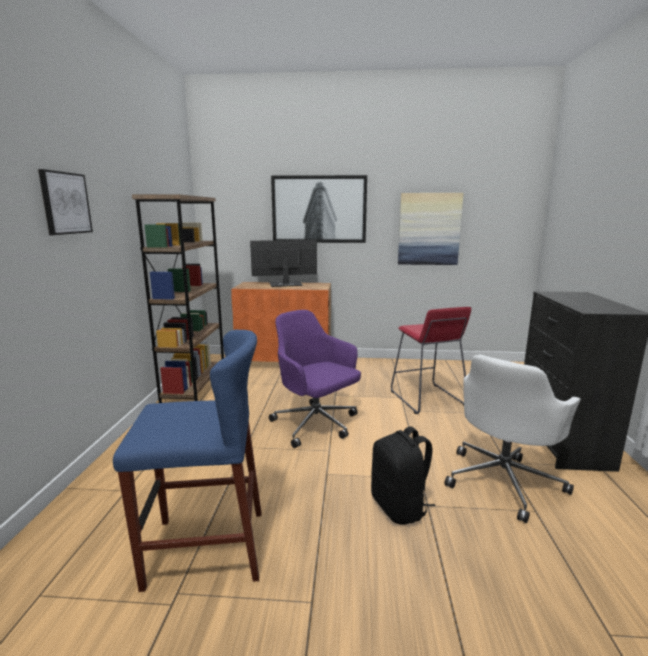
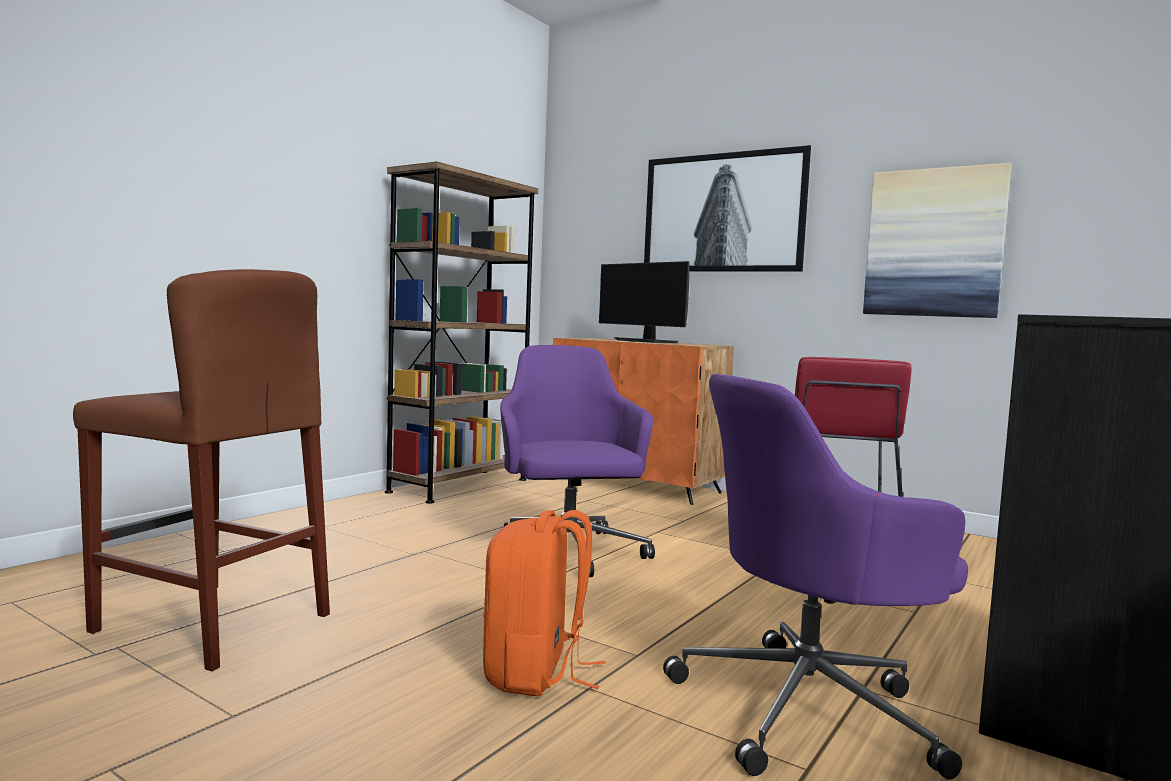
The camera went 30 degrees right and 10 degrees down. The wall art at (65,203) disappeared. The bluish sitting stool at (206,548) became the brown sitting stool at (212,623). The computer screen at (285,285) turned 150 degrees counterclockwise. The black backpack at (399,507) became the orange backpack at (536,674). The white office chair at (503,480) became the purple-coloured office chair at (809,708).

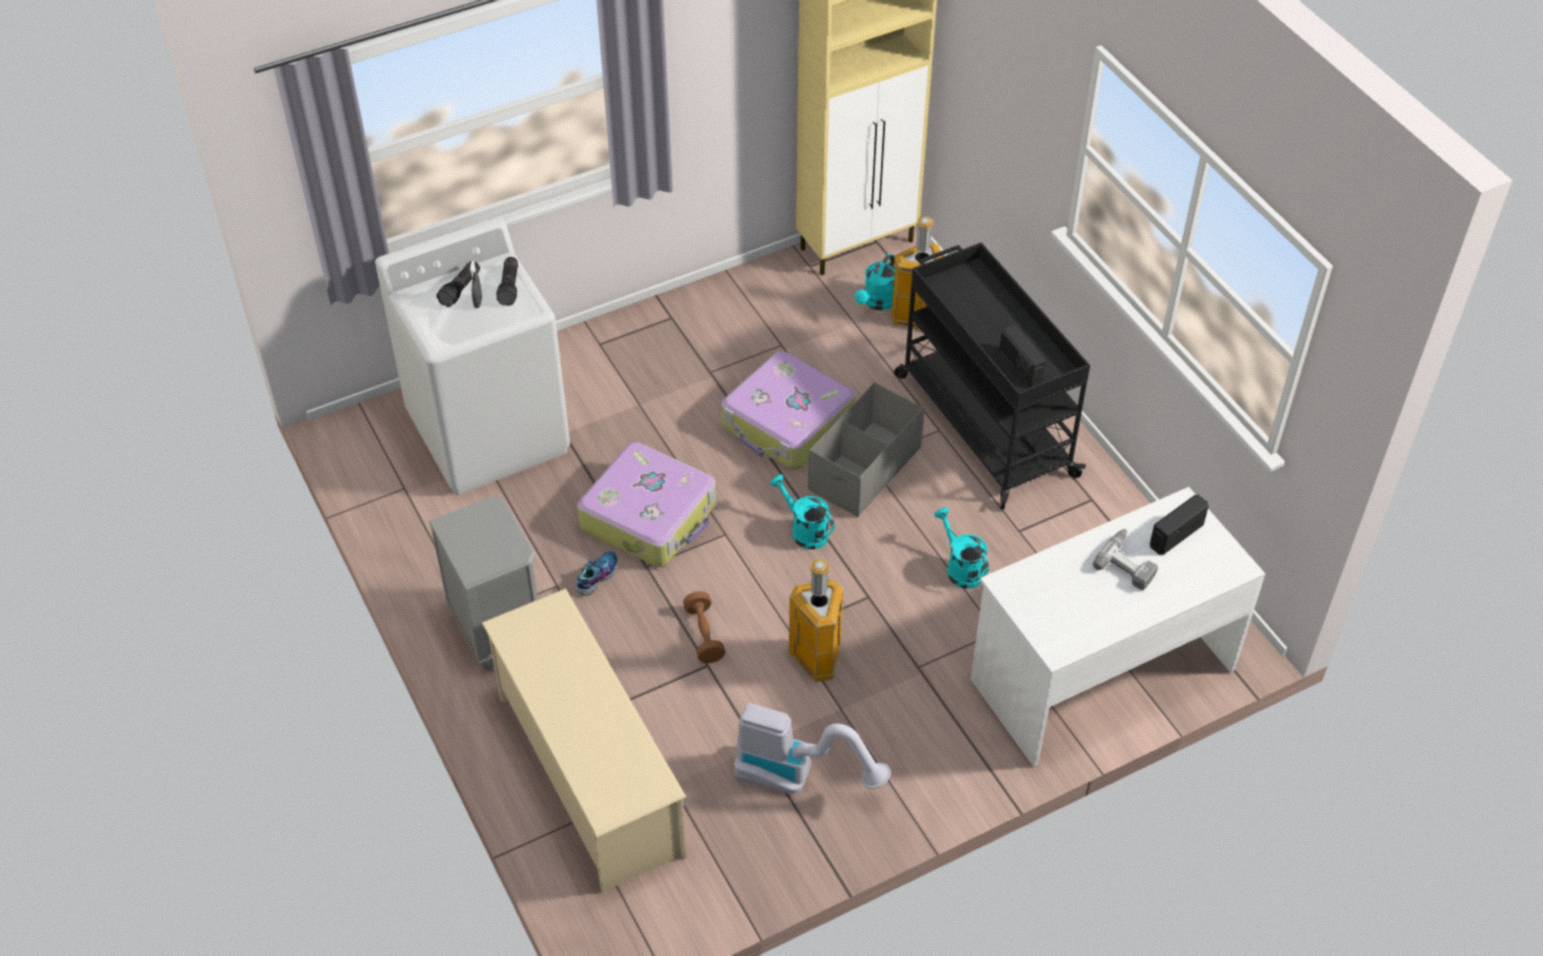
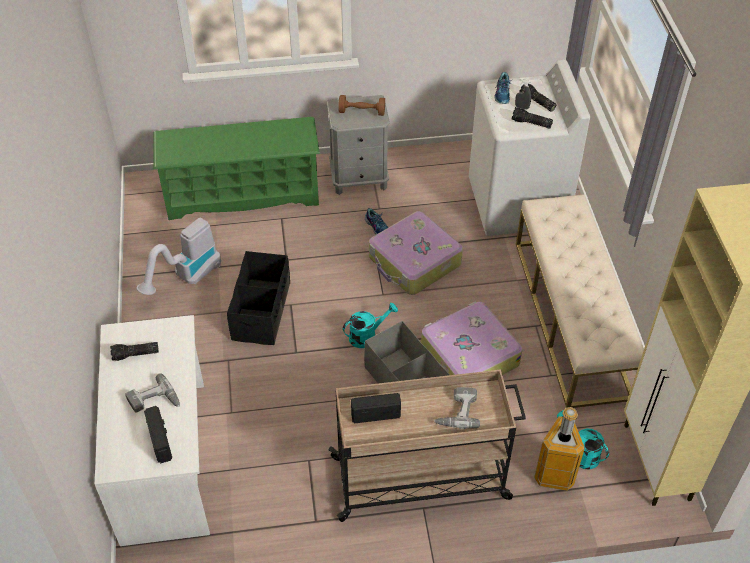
The camera went 110 degrees right and 0 degrees up. The beige shoe stand at (589,774) became the green-coloured shoe stand at (243,194). The brown hand weight moved from (704,635) to (362,112). The trash can at (817,659) was replaced by the black storage box at (262,311). The black cart at (983,423) became the beige cart at (422,478). The blue-green sprinkling can at (960,567) disappeared. The flashlight at (135,355) appeared. The drill at (456,411) appeared. The shoe at (503,94) appeared. The beige bench at (571,318) appeared.

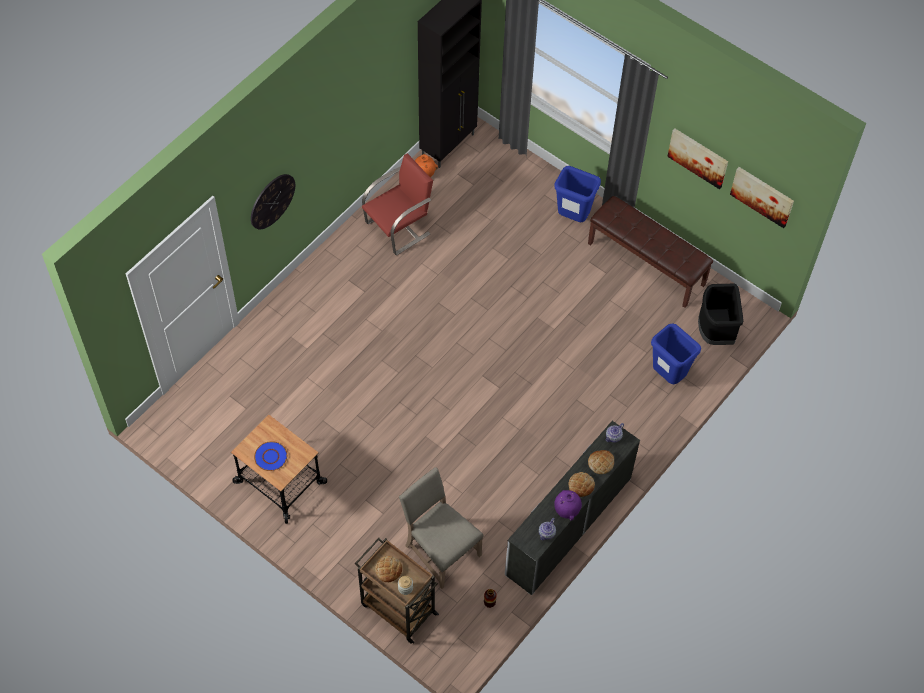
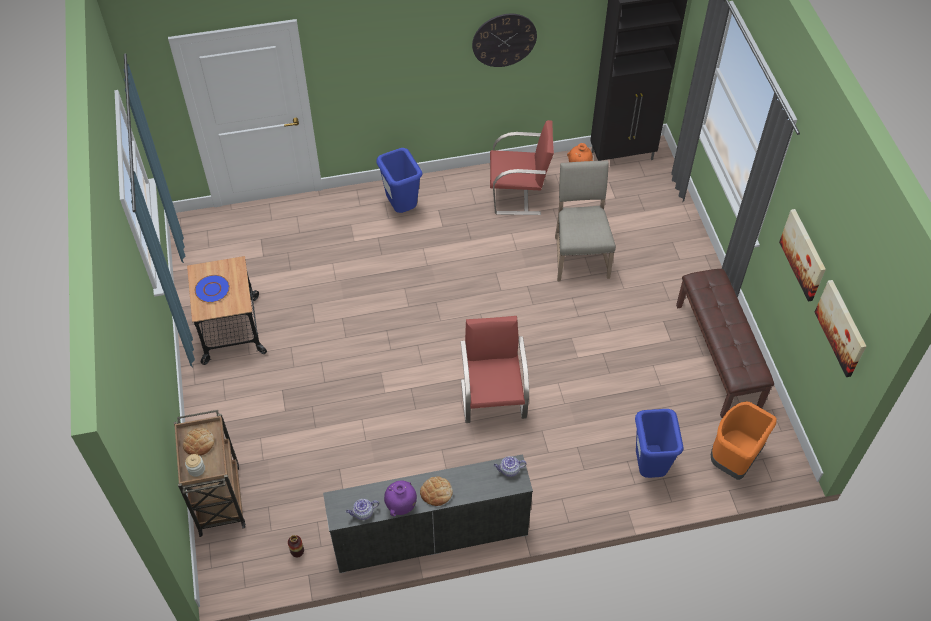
The camera went 40 degrees right and 5 degrees down. The wall clock moved from (272,201) to (504,40). The beige plain chair moved from (440,550) to (579,255). The bluish trash can moved from (572,217) to (401,208). The baked bread at (601,463) disappeared. The black trash can at (715,332) became the orange trash can at (733,459). The reddish plain chair at (493,398) appeared.

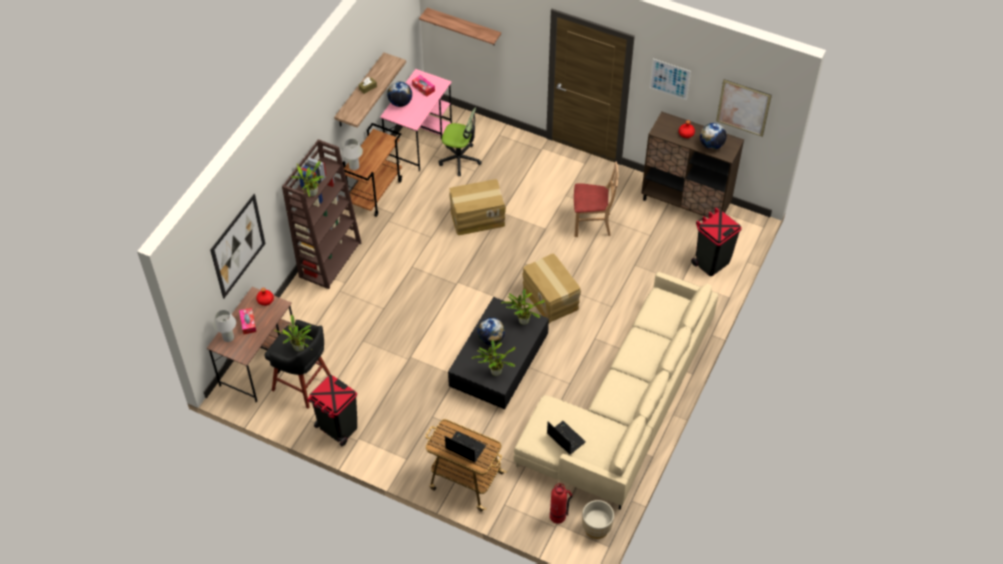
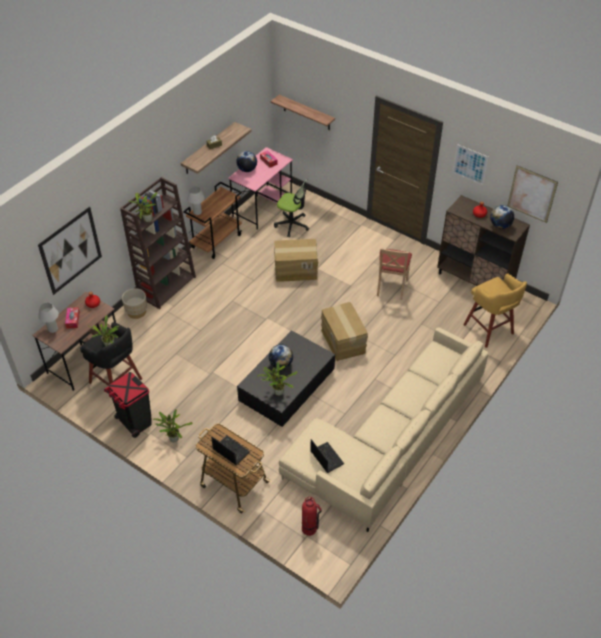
The camera went 10 degrees right and 5 degrees down. The plant in a pot moved from (522,320) to (173,438). The beige plain chair at (592,224) turned 90 degrees clockwise. The beige plant pot moved from (596,528) to (136,312). The black trash can at (711,262) was replaced by the yellowish sitting stool at (489,330).

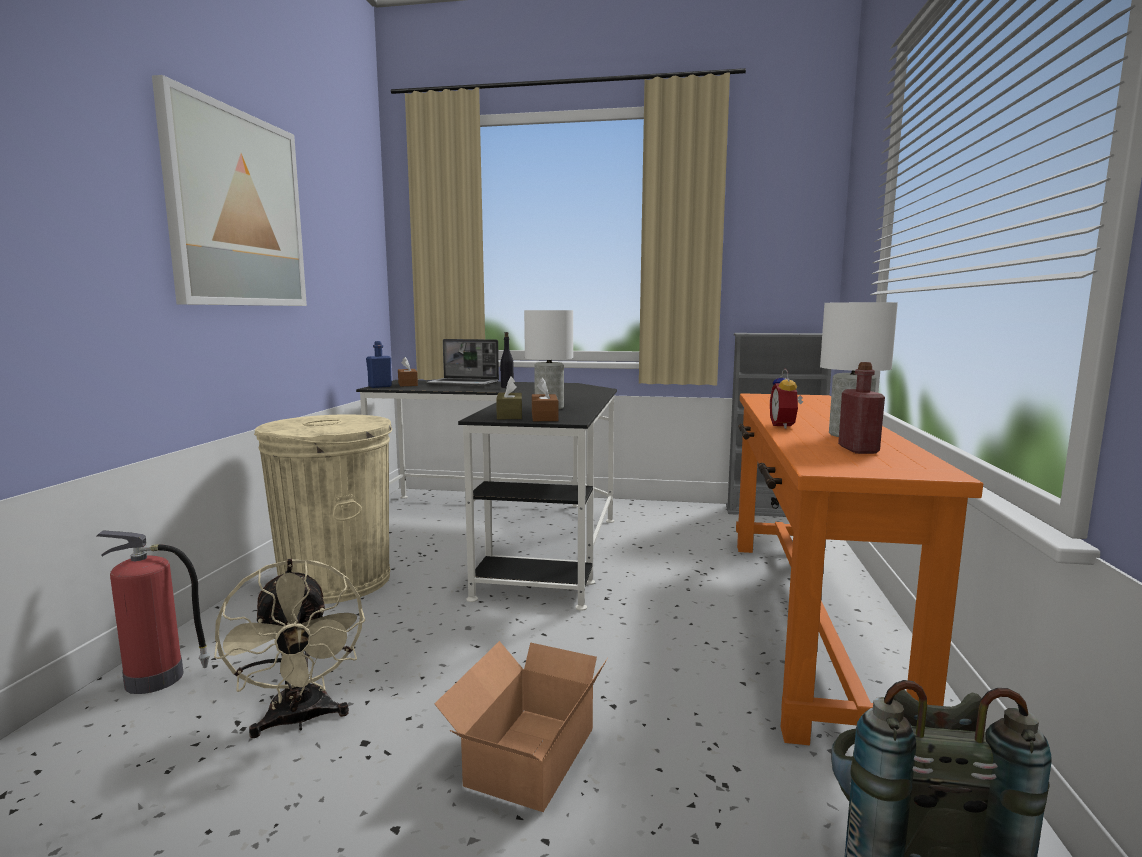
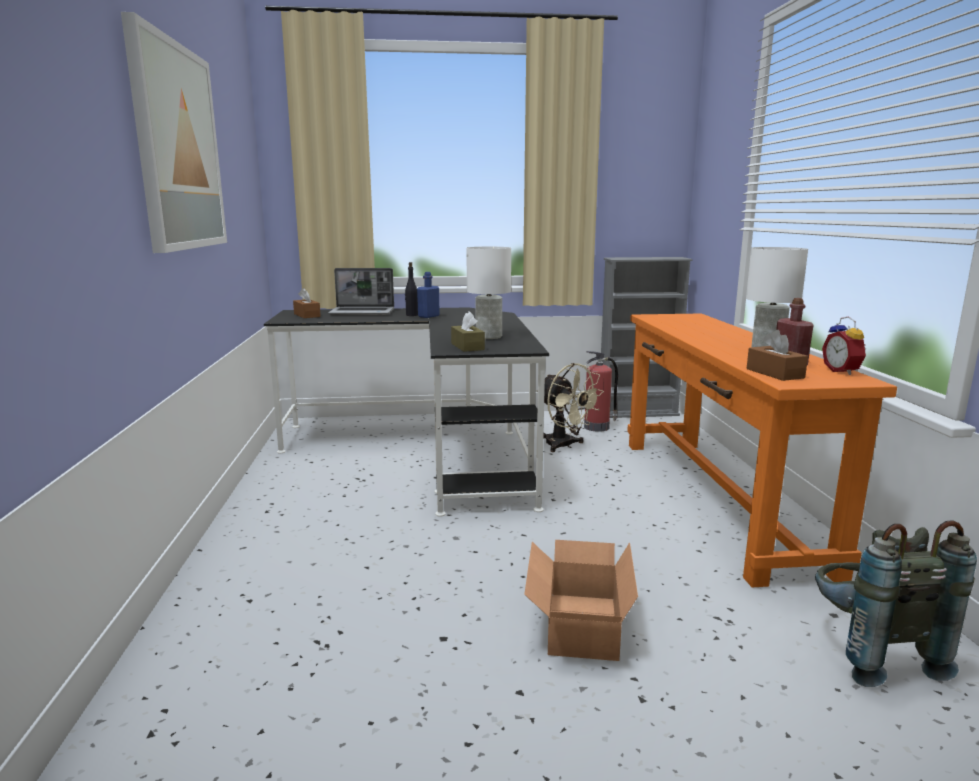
The camera went 15 degrees left and 5 degrees up. The extinguisher moved from (158,679) to (598,427). The beige fan moved from (300,720) to (564,446). The beige trash can at (336,580) disappeared. The bluish bottle moved from (380,386) to (428,316). The brown tissue box moved from (544,417) to (774,373). The alarm clock moved from (785,426) to (843,371).

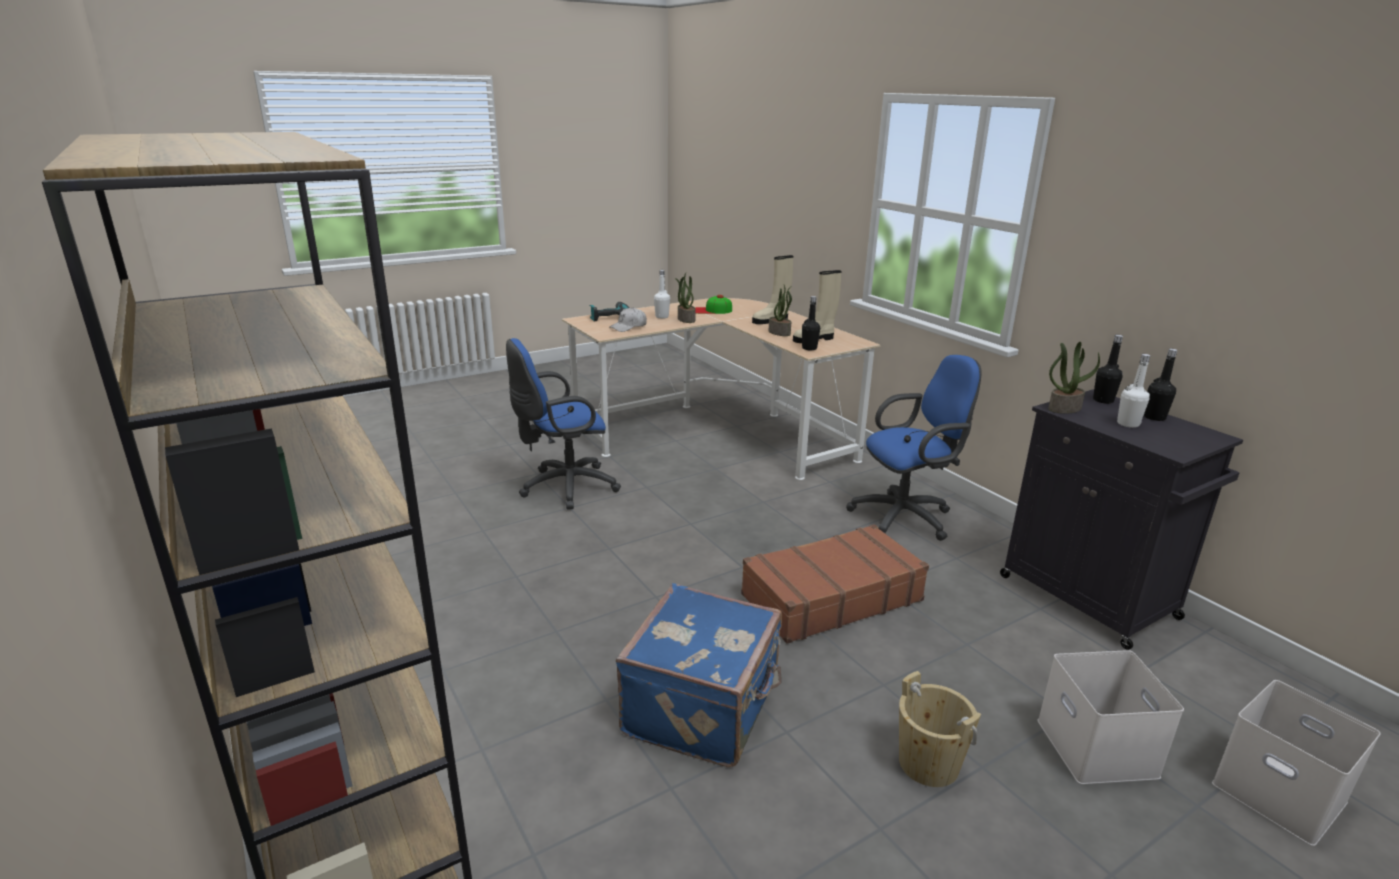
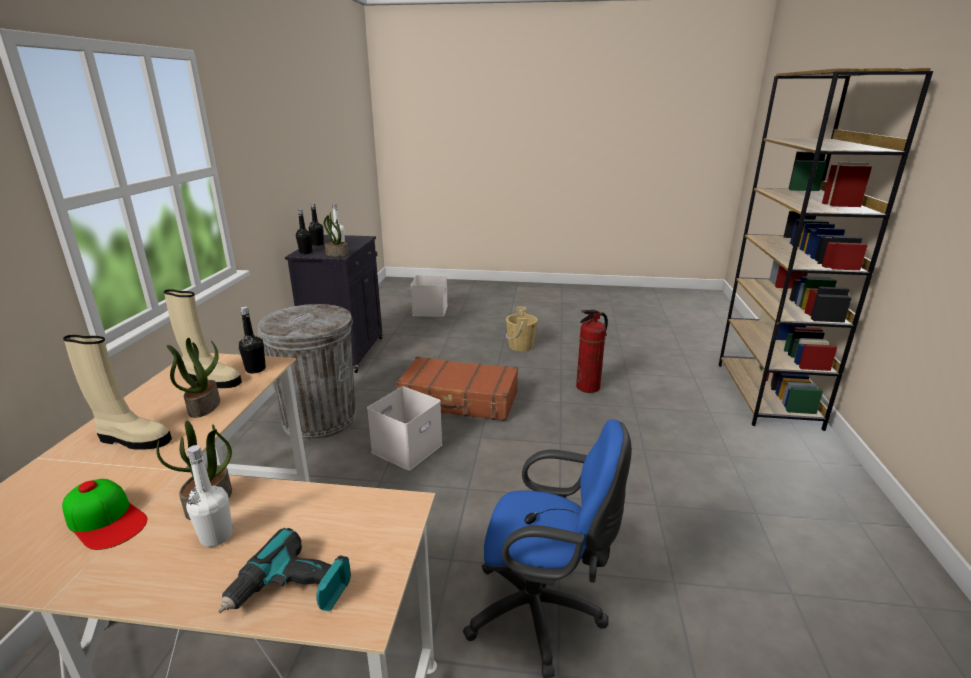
The camera went 140 degrees left and 0 degrees up. The white baseball cap at (628,327) disappeared. The bluish suitcase at (704,708) was replaced by the extinguisher at (588,387). The bluish office chair at (906,518) was replaced by the greyish trash can at (320,419). The white storage box moved from (1099,749) to (407,447).

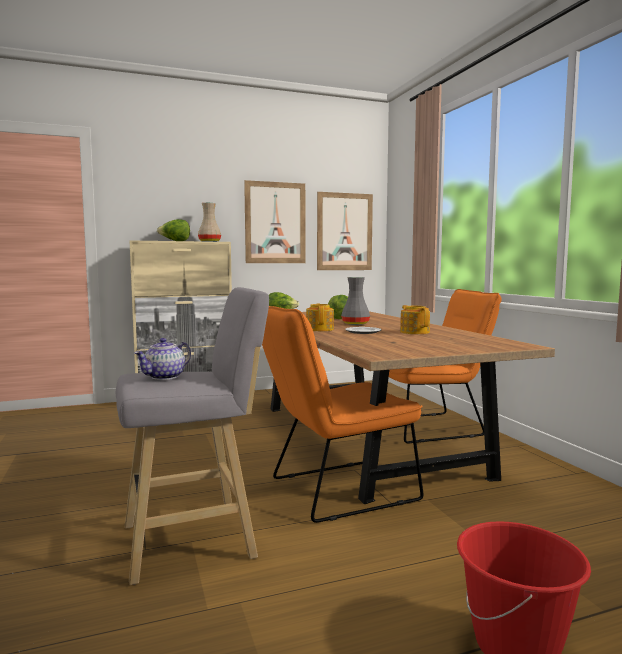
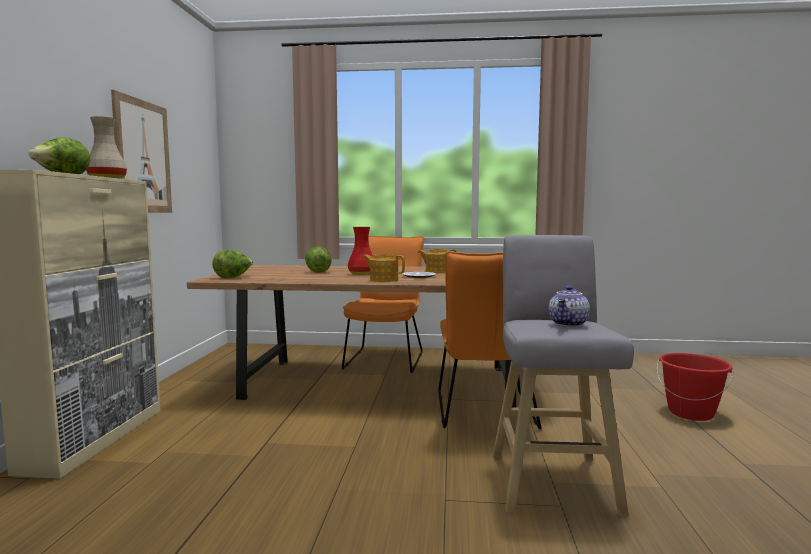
The camera went 65 degrees left and 0 degrees up. The tea pot at (165,377) turned 60 degrees clockwise. The wall art at (344,232) disappeared. The greyish decorative vase at (354,324) became the reddish decorative vase at (361,273).

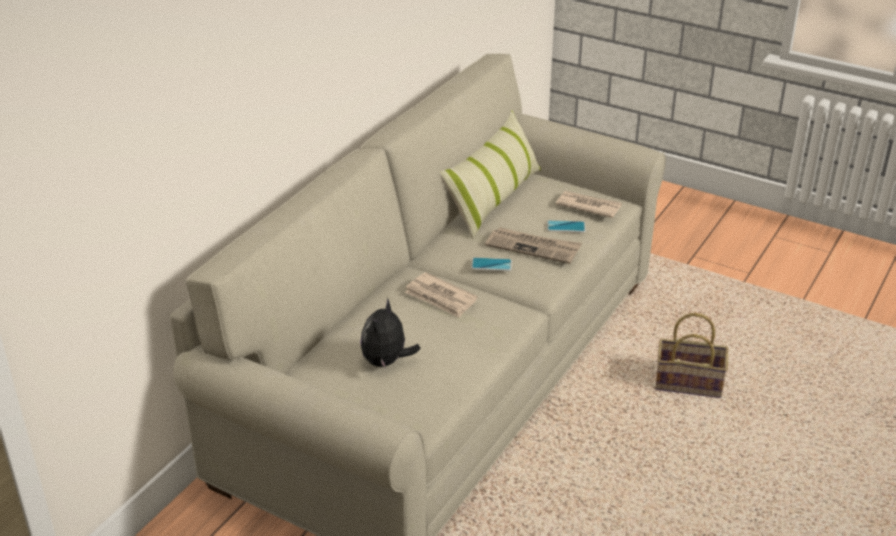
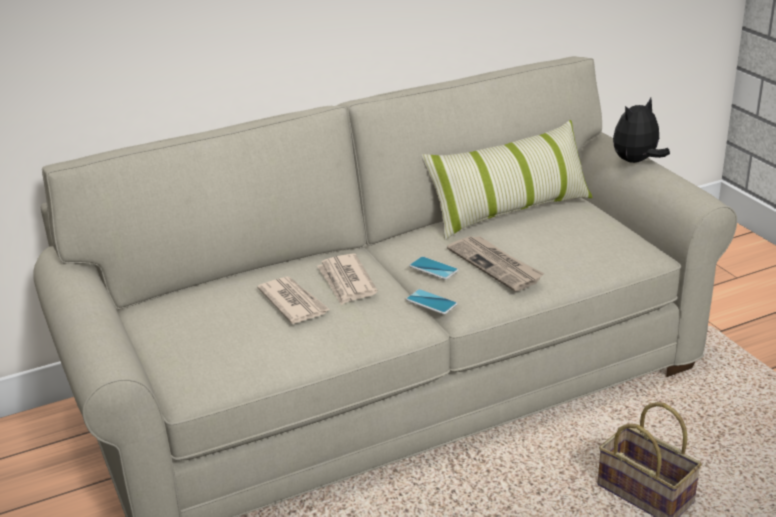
The camera went 35 degrees right and 5 degrees down. The plush toy moved from (386,362) to (636,162). The telephone moved from (566,227) to (431,302). The newspaper moved from (588,206) to (293,302).

